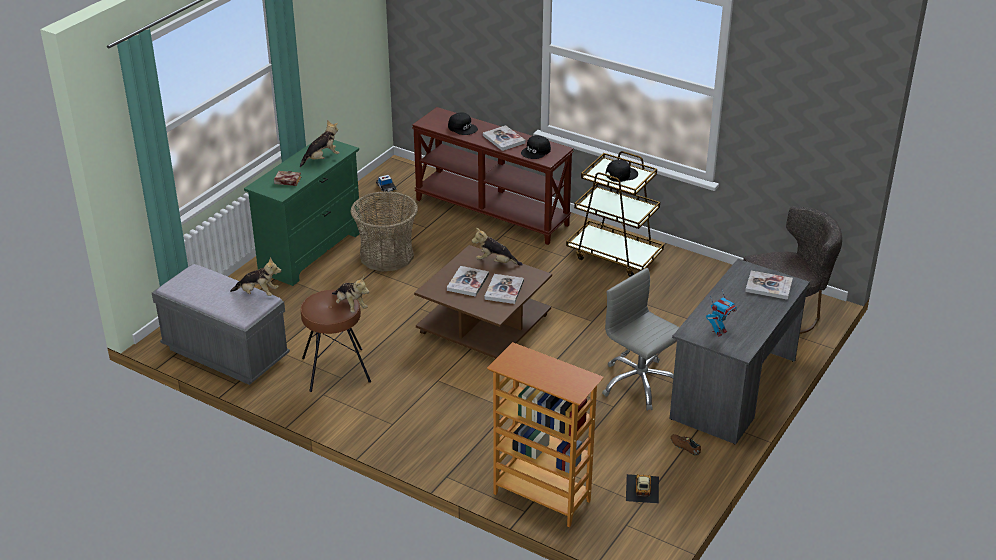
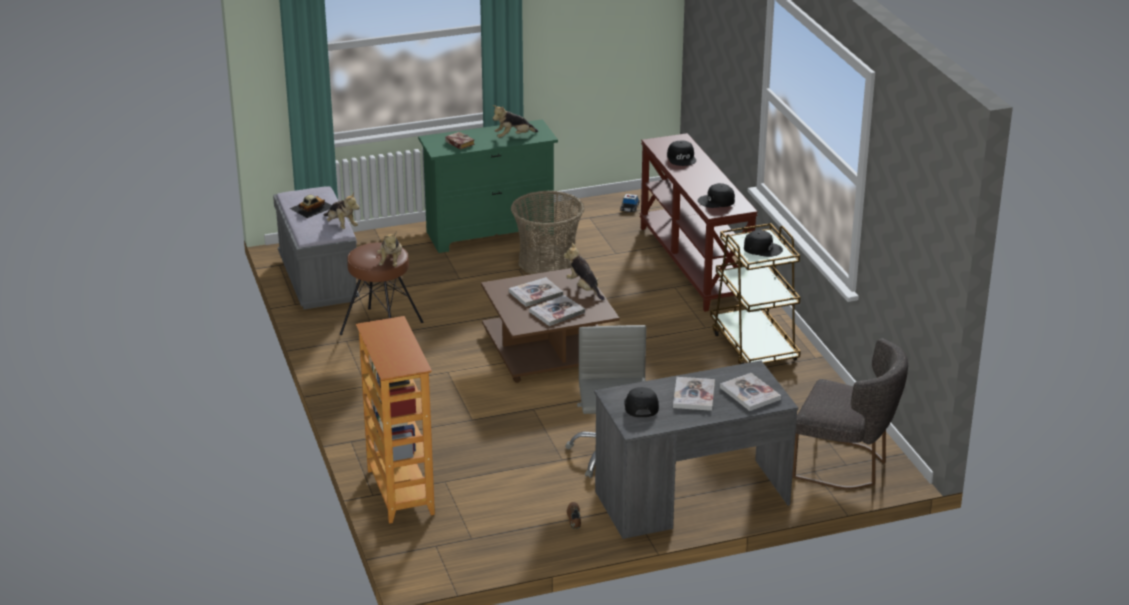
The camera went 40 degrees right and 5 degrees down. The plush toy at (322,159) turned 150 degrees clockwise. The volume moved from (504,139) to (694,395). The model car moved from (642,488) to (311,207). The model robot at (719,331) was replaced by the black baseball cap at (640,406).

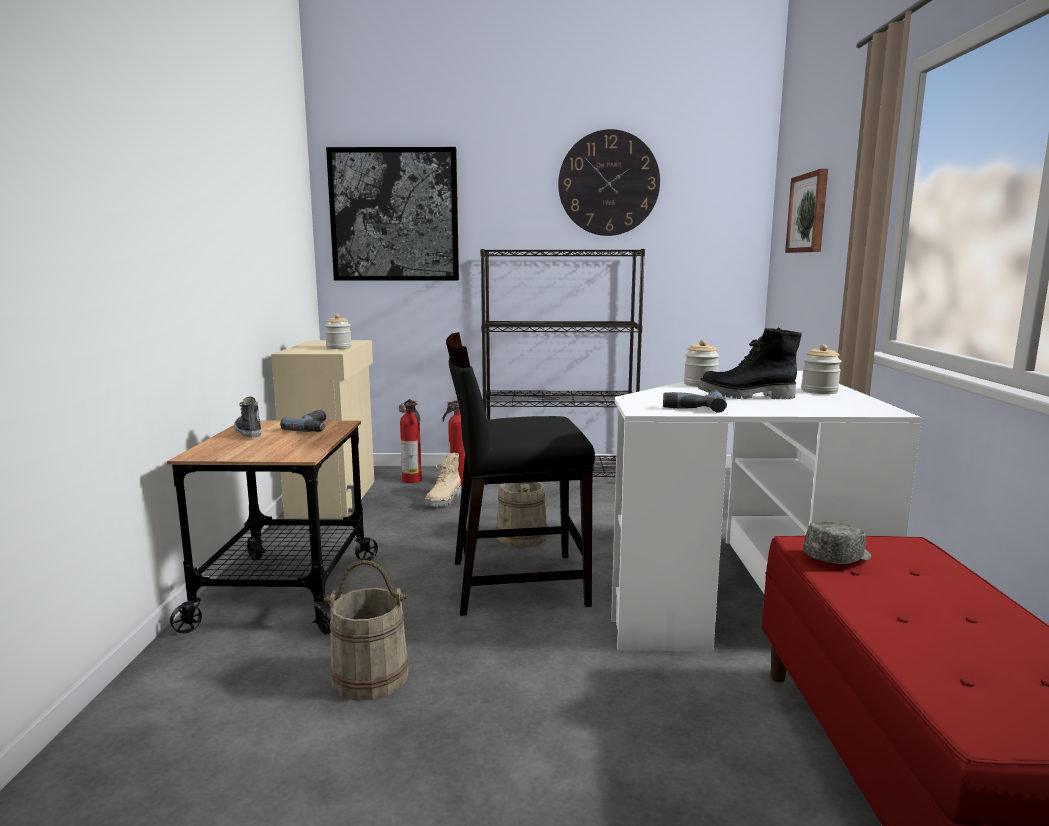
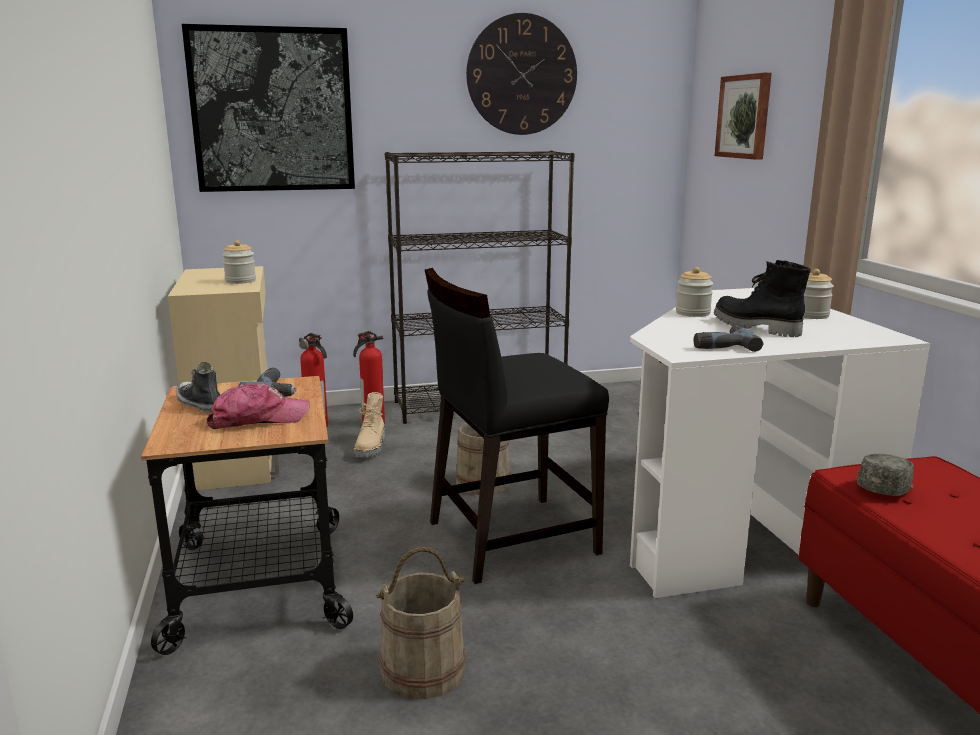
The camera went 15 degrees left and 5 degrees up. The black boot at (746,396) turned 60 degrees clockwise. The baseball cap at (258,419) appeared.

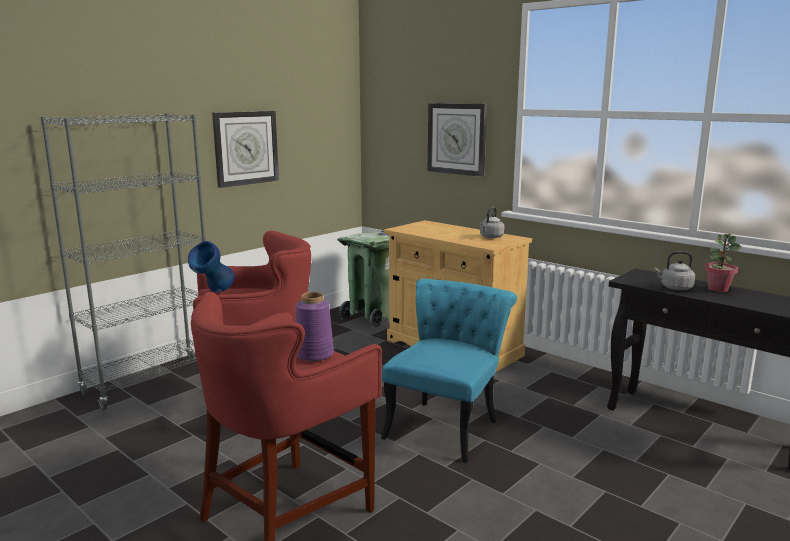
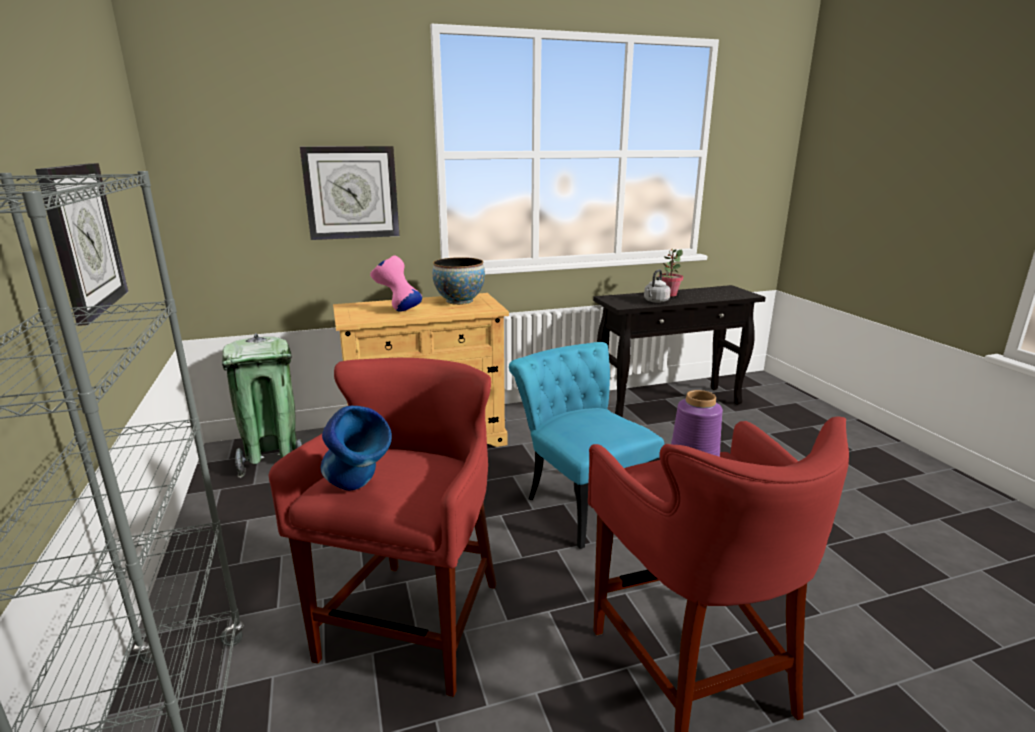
The camera went 60 degrees left and 5 degrees up. The greyish tea kettle at (491,237) was replaced by the bowl at (459,301). The pinkish decorative vase at (398,310) appeared.

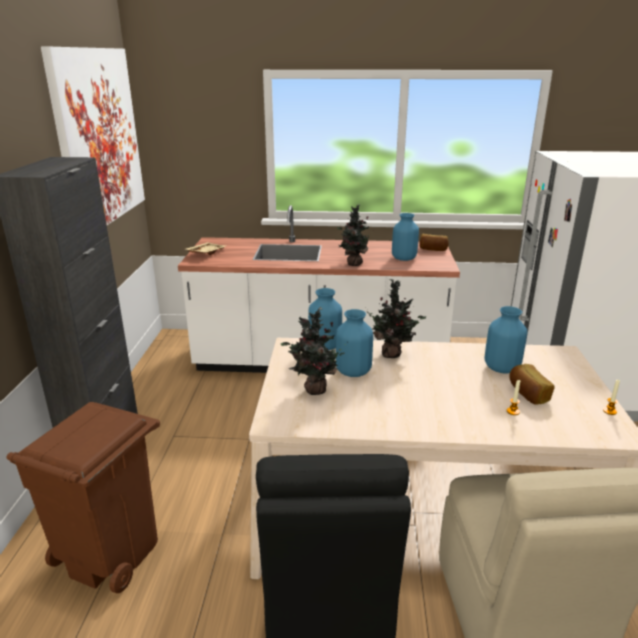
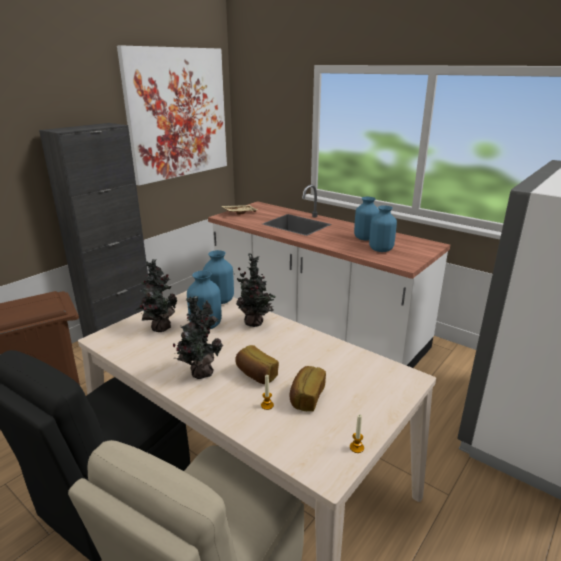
The camera went 35 degrees right and 0 degrees up. The plant in a pot moved from (353,264) to (200,372). The baked bread moved from (433,249) to (256,375). The bluish decorative vase moved from (501,368) to (364,238).

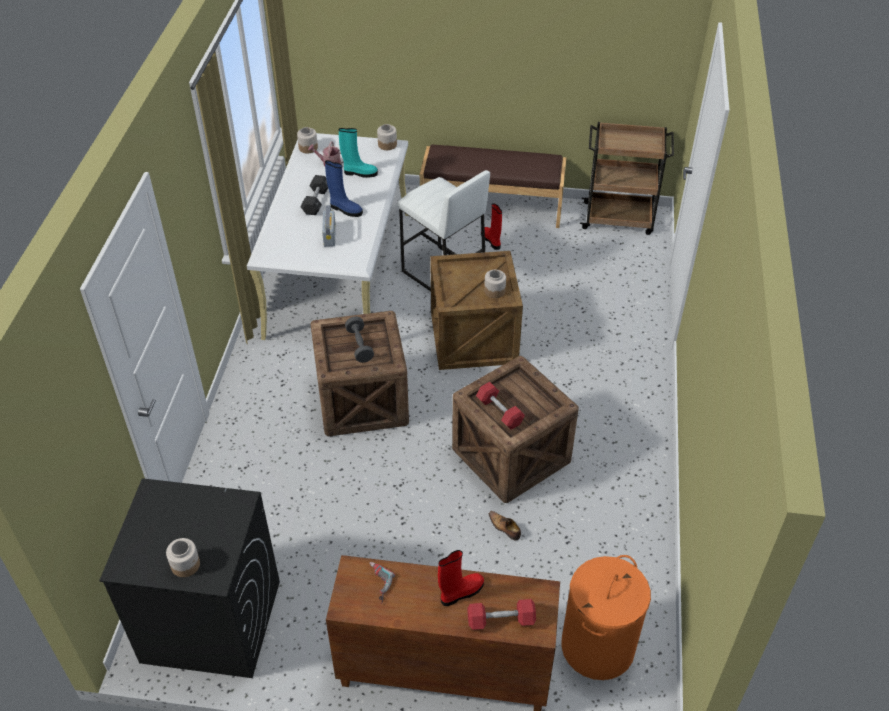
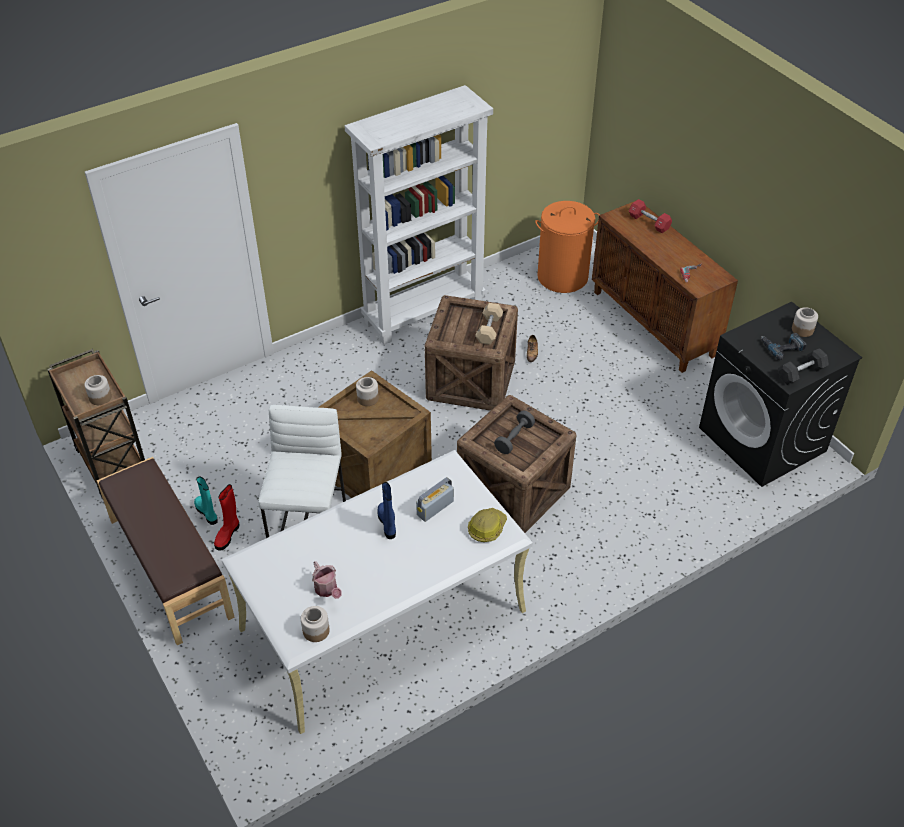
The camera went 130 degrees left and 0 degrees up. The black hand weight moved from (316,201) to (801,373). The blue-green boot moved from (359,173) to (207,513). The preserve jar moved from (387,144) to (100,397). The reddish boot at (460,593) disappeared. The reddish hand weight at (499,412) became the beige hand weight at (489,329). The white bookcase at (424,312) appeared. The work helmet at (486,528) appeared. The drill at (782,347) appeared.

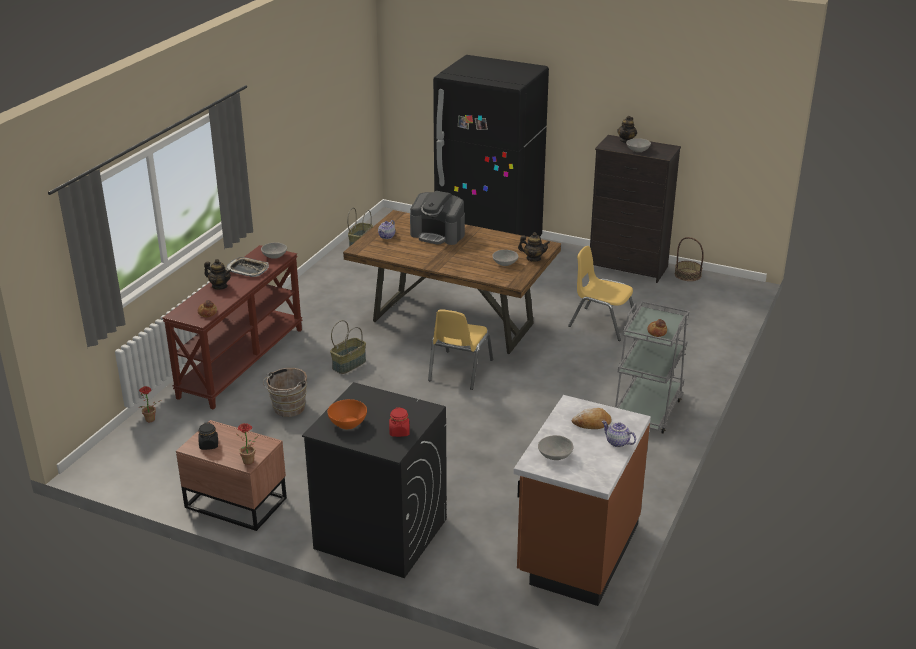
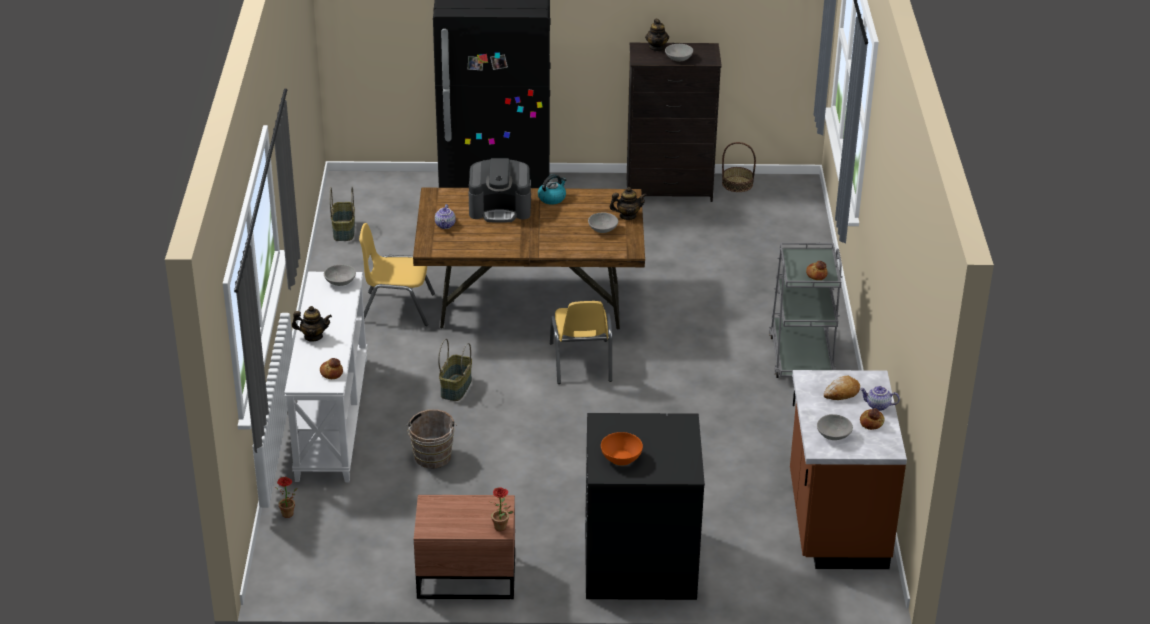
The camera went 25 degrees left and 5 degrees up. The brown hall table at (241,362) became the white hall table at (331,418). The black preserve jar at (209,445) disappeared. The carrying tray at (248,270) disappeared. The reddish preserve jar at (399,432) disappeared. The yellowish plain chair moved from (602,323) to (397,308). The tea kettle at (552,198) appeared. The baked bread at (871,423) appeared.

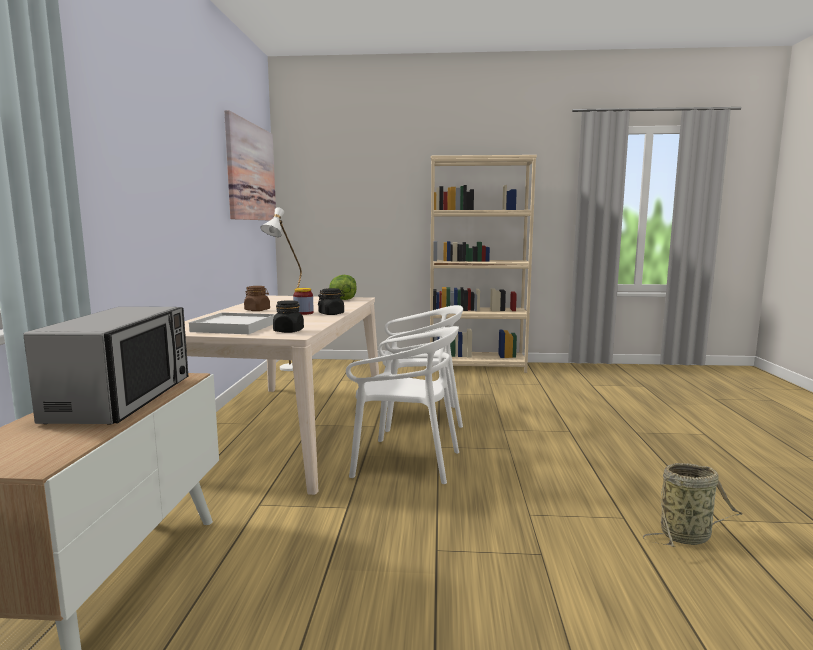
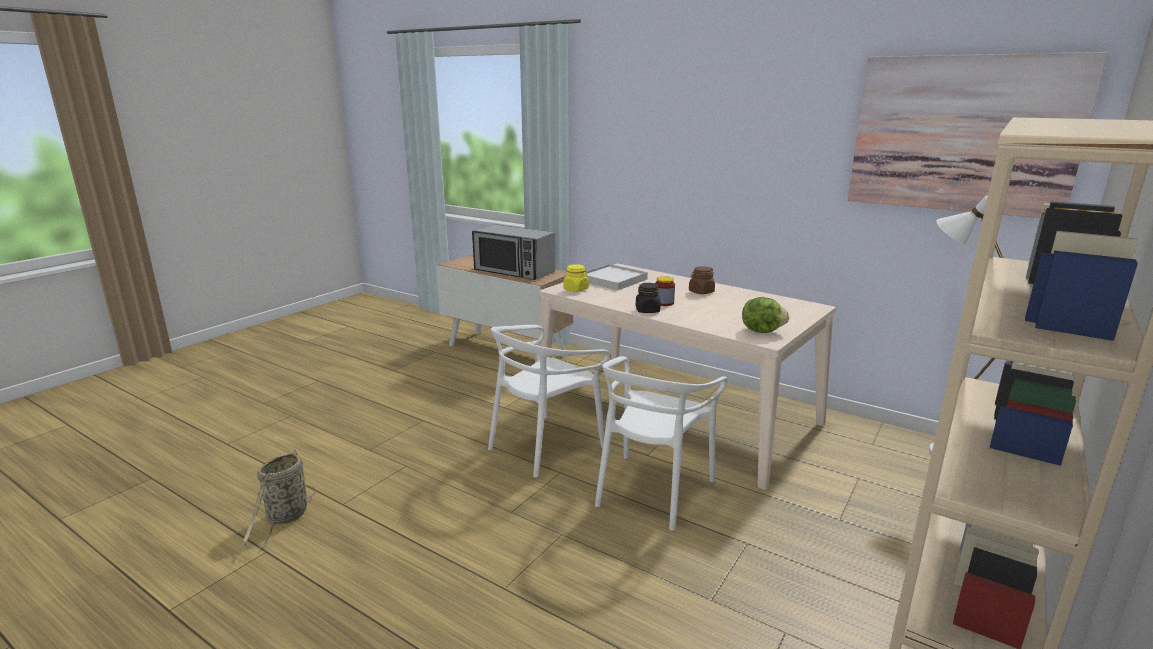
The camera went 120 degrees right and 10 degrees up. The black preserve jar at (288,331) became the yellowish preserve jar at (575,289).

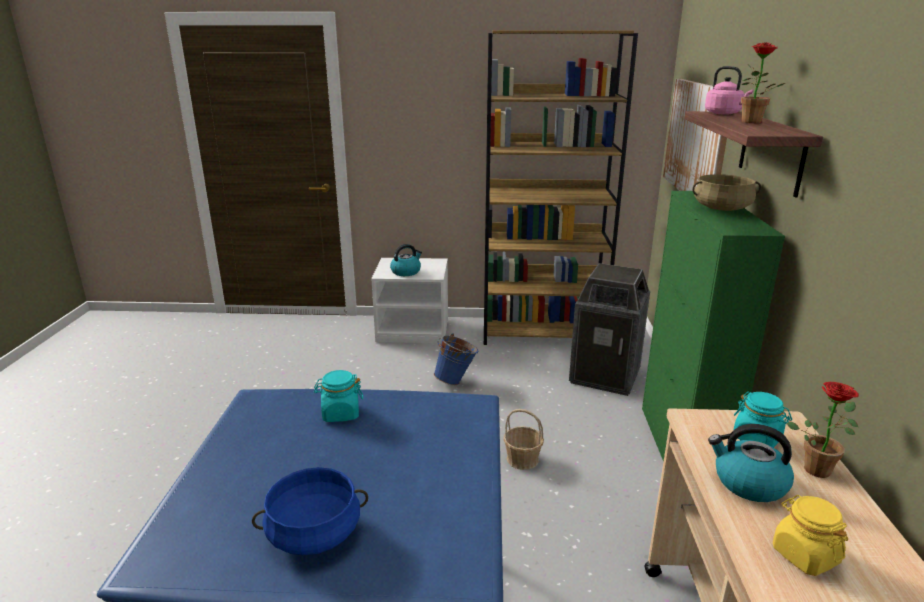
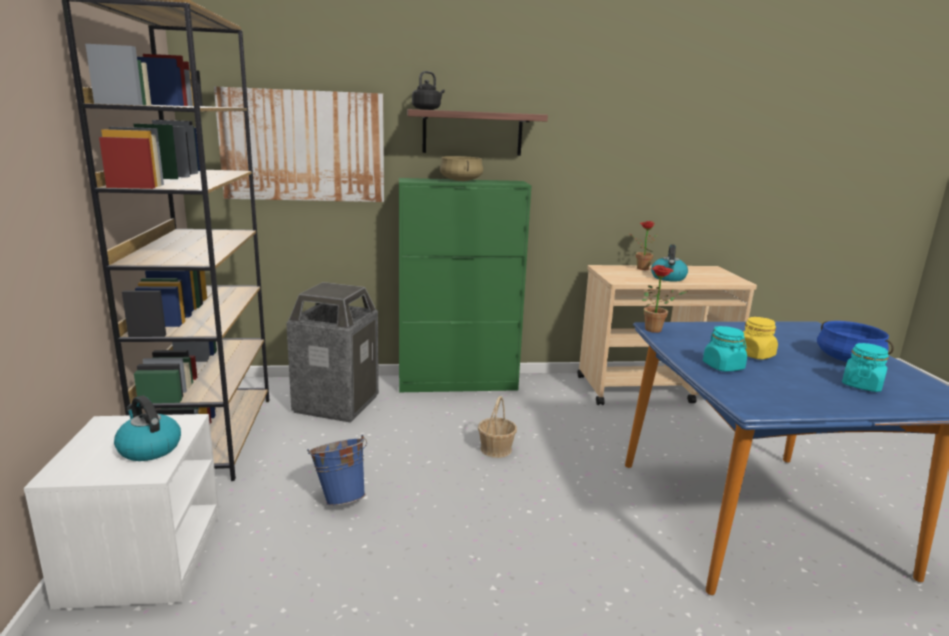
The camera went 100 degrees left and 5 degrees down. The pinkish tea kettle at (724,113) became the black tea kettle at (427,109). The blue-green preserve jar moved from (757,438) to (861,385). The plant in a pot moved from (752,122) to (657,330). The yellowish preserve jar moved from (804,555) to (754,355).

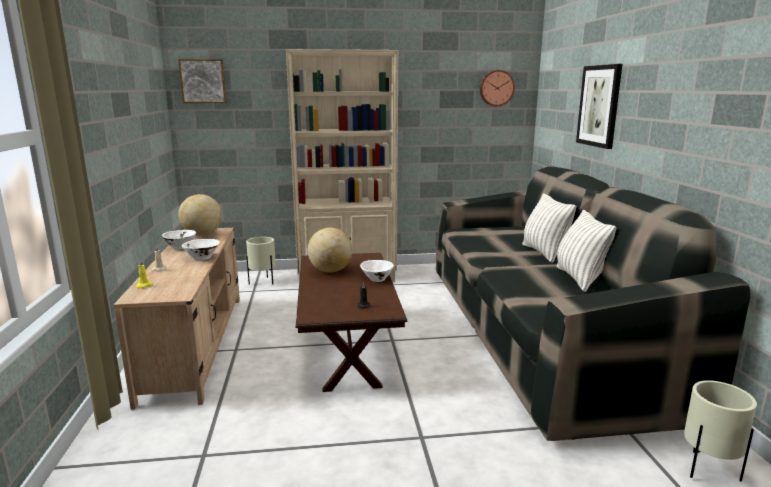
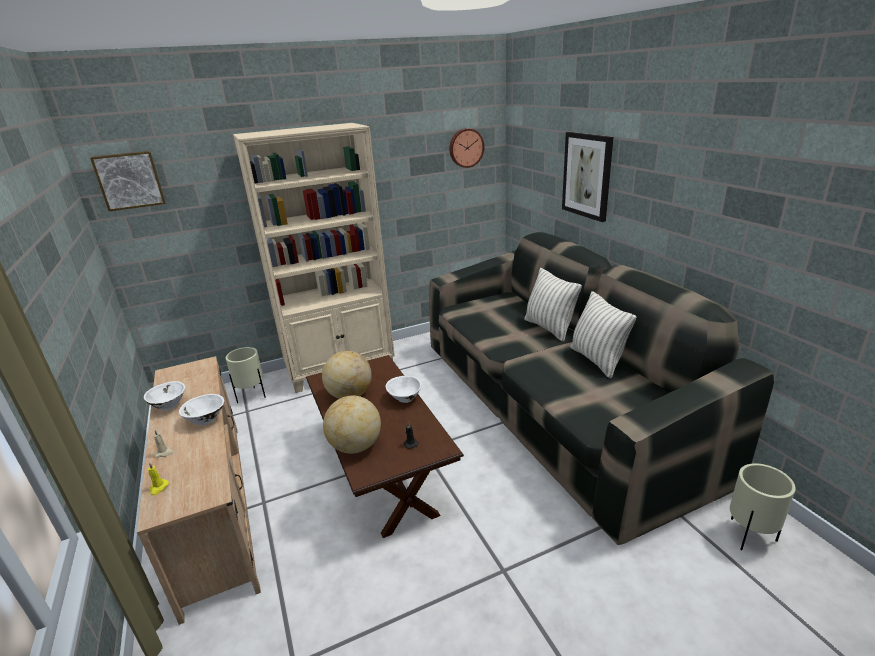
The camera went 15 degrees left and 10 degrees up. The world globe moved from (202,234) to (355,446).

